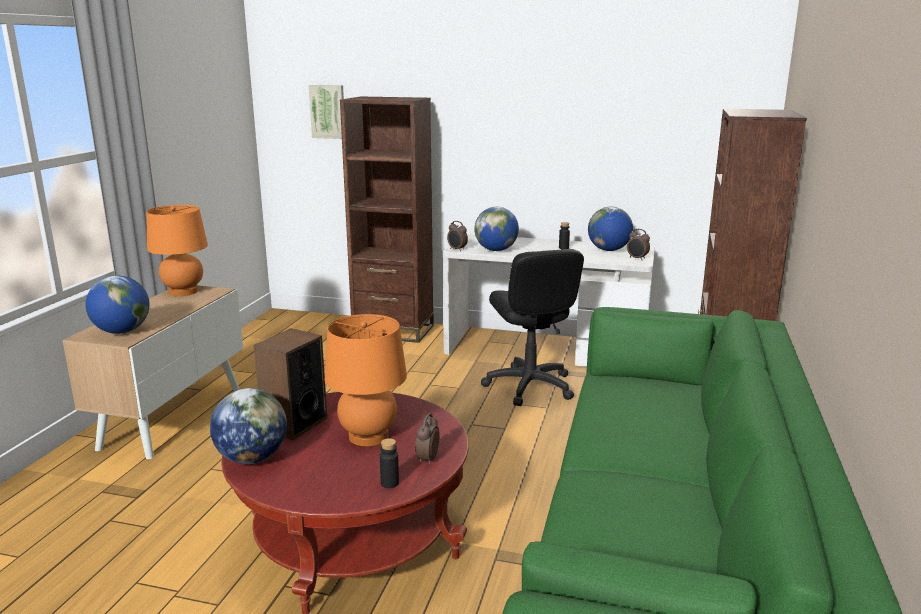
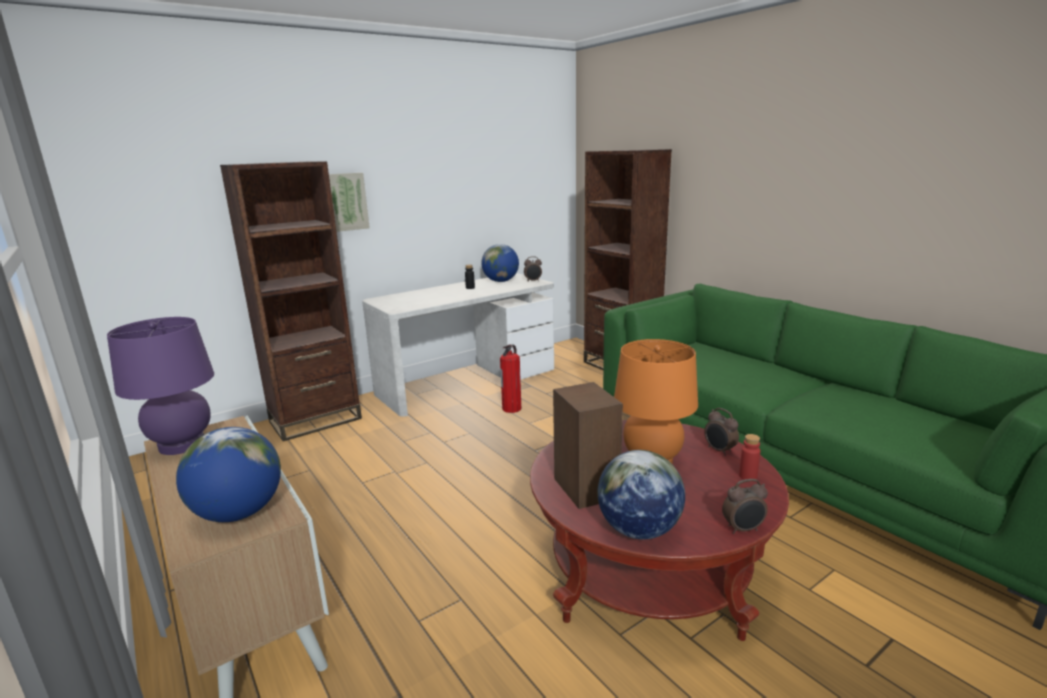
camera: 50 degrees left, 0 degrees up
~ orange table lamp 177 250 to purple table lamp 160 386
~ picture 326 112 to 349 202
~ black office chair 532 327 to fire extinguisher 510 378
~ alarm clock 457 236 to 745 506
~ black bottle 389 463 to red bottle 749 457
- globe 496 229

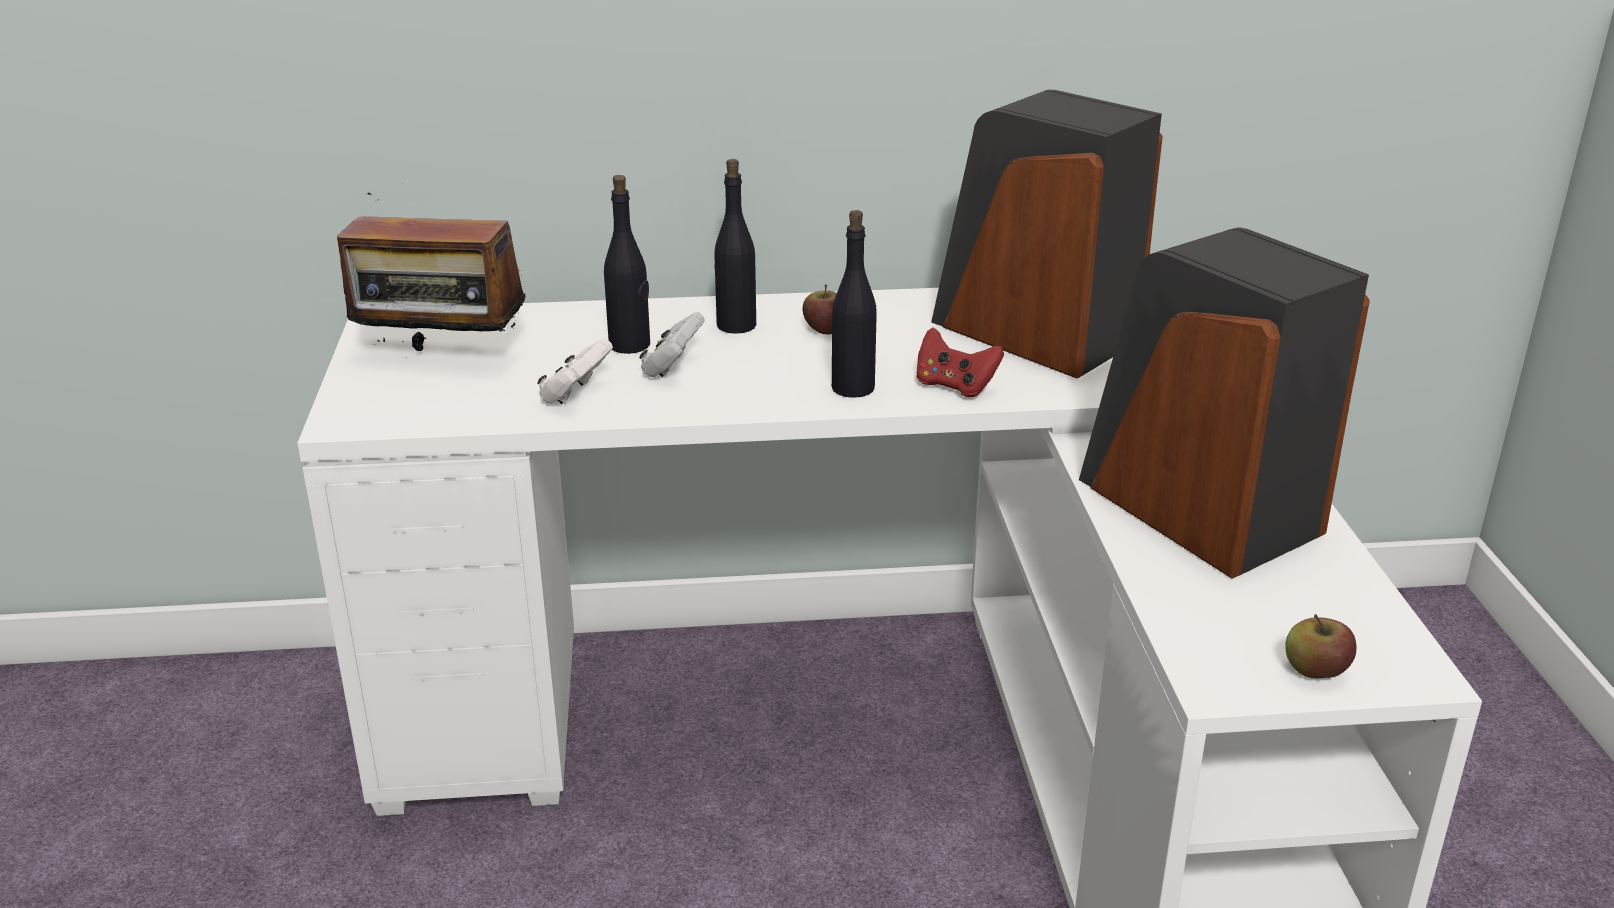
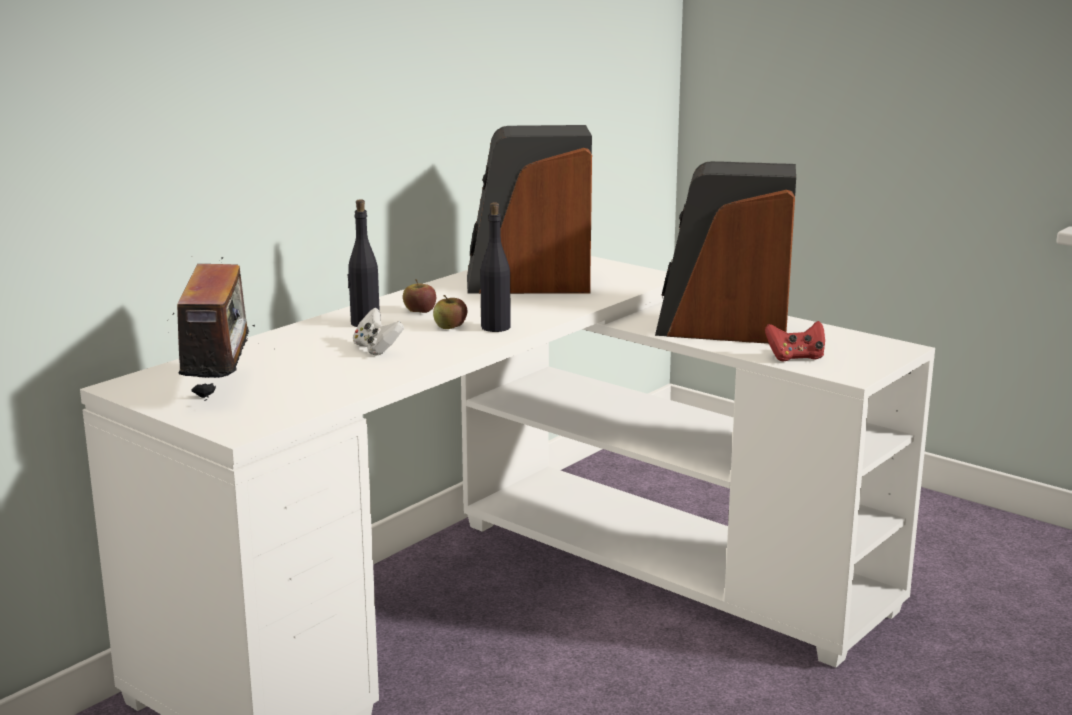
camera: 45 degrees left, 10 degrees down
~ radio 427 272 = 212 328 60 degrees counterclockwise
~ apple 1320 646 to 450 312
~ red game controller 960 362 to 795 341
- white game controller 575 371
- black bottle 627 264

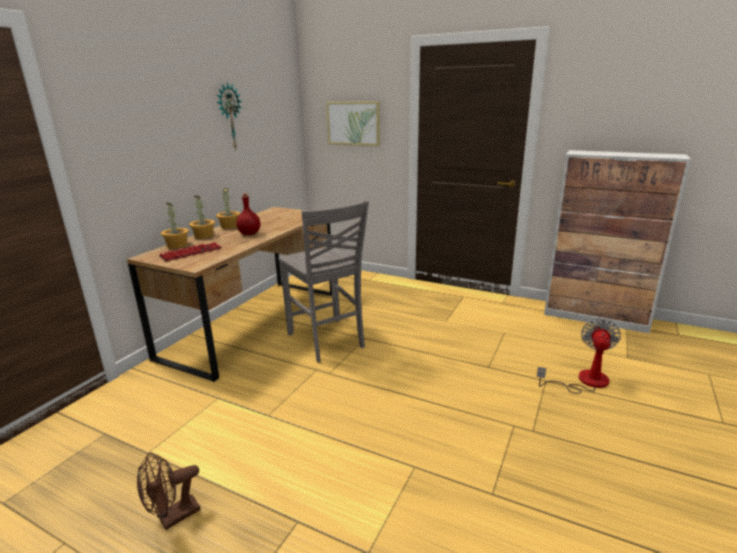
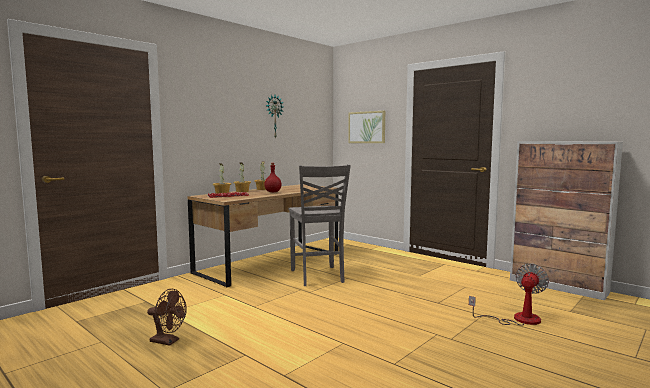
camera: 15 degrees right, 15 degrees down
~ brown fan 169 491 = 167 317 135 degrees counterclockwise

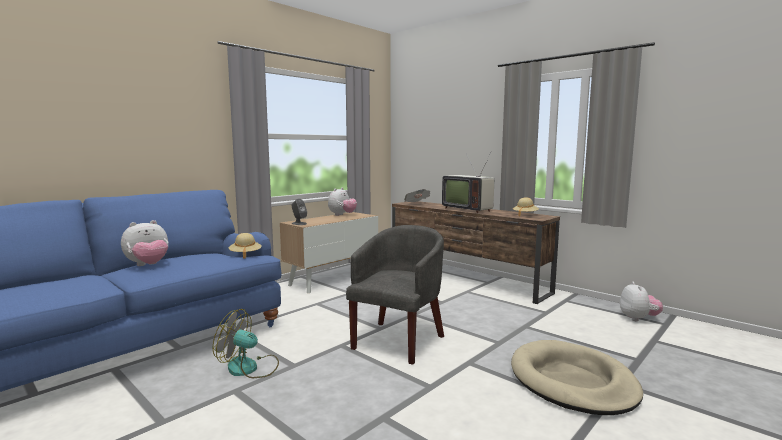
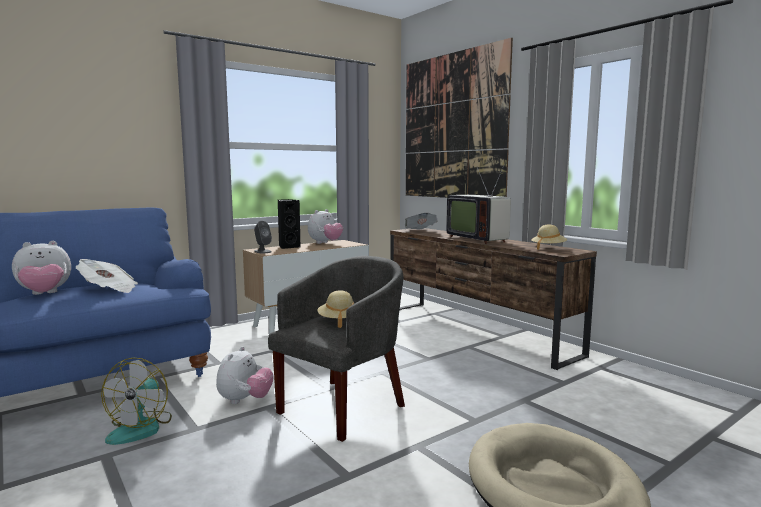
camera: 10 degrees right, 0 degrees up
+ newspaper 107 276
~ fan 246 343 = 136 401 105 degrees counterclockwise
~ plush toy 641 301 to 245 375
+ black speaker 289 224
~ beige hat 245 246 to 336 309
+ picture 459 118

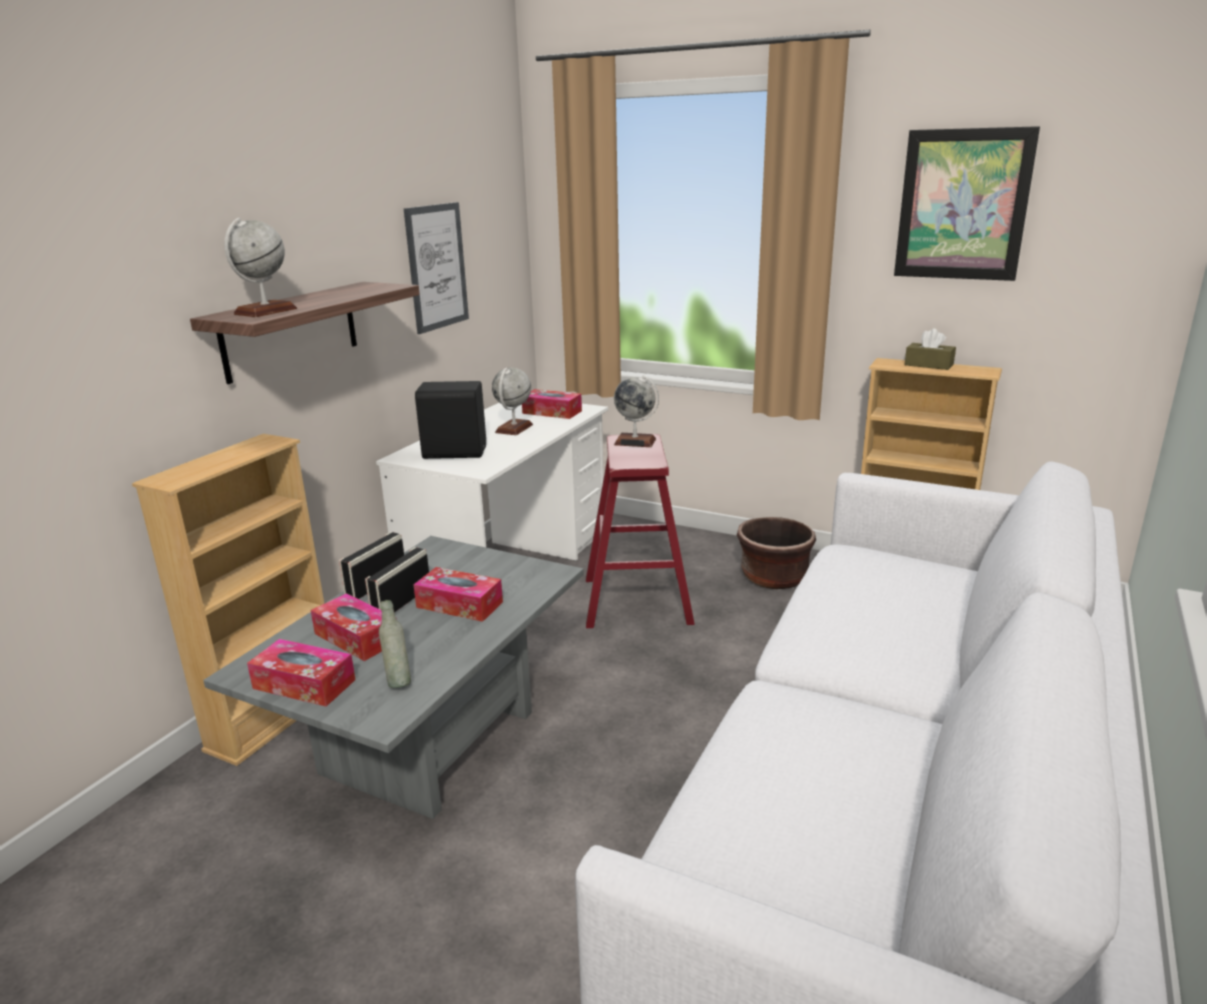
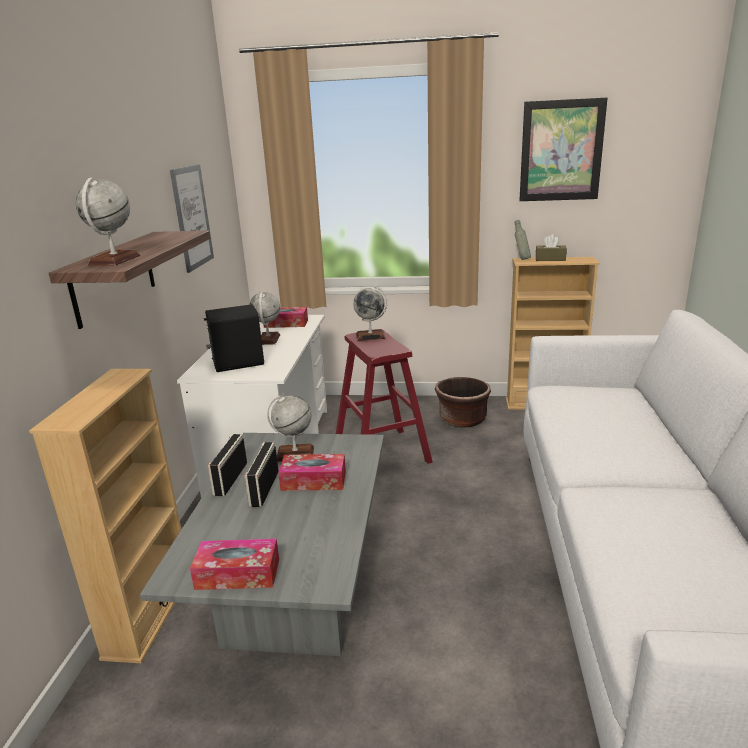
camera: 20 degrees left, 0 degrees up
+ globe 290 428
~ grey bottle 395 644 to 523 240
- tissue box 354 627

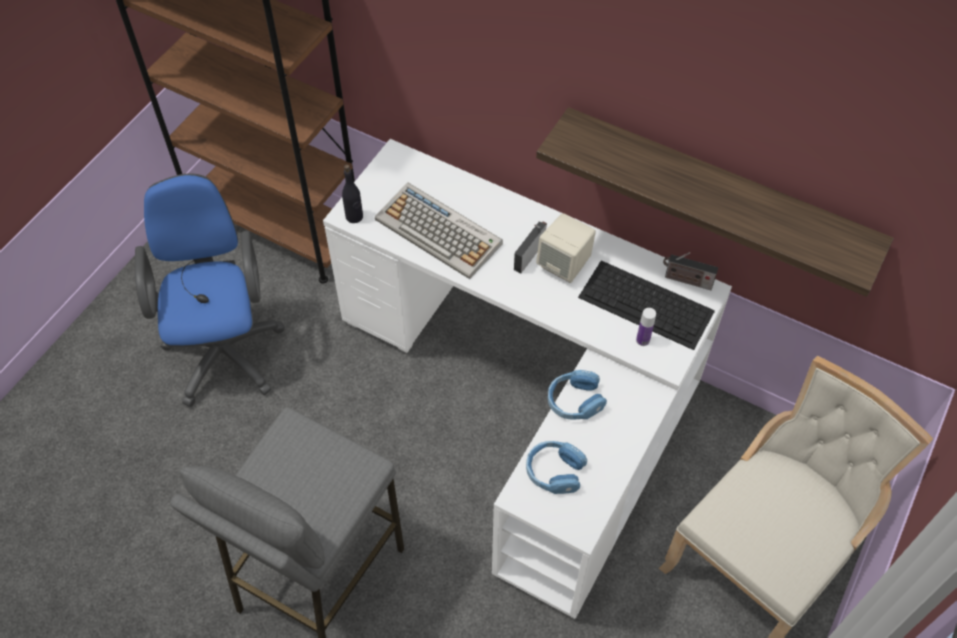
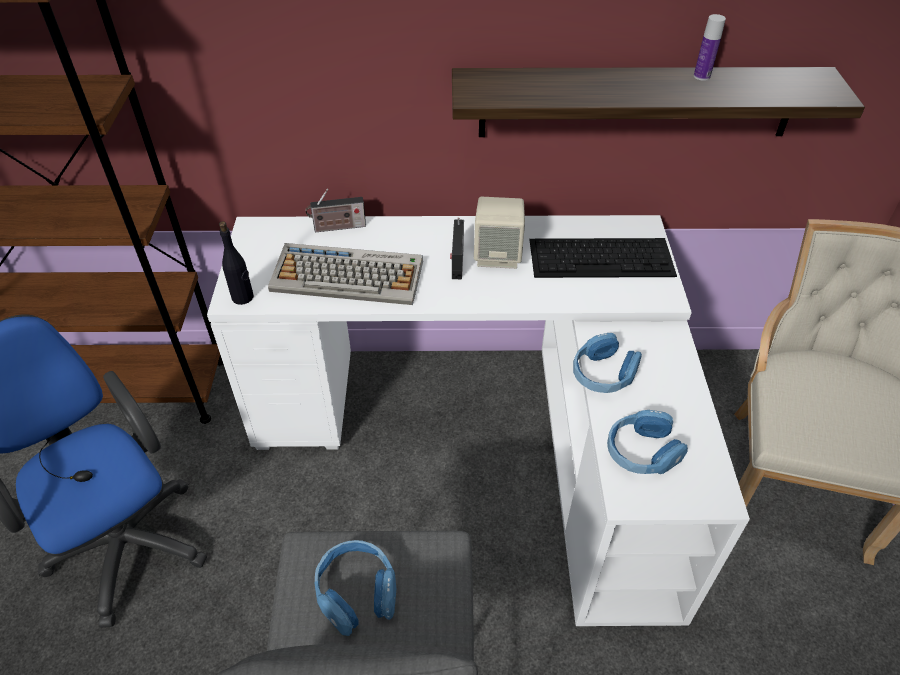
camera: 30 degrees left, 10 degrees down
~ radio 690 271 to 336 210
+ blue headphones 355 588
~ bottle 646 327 to 710 47

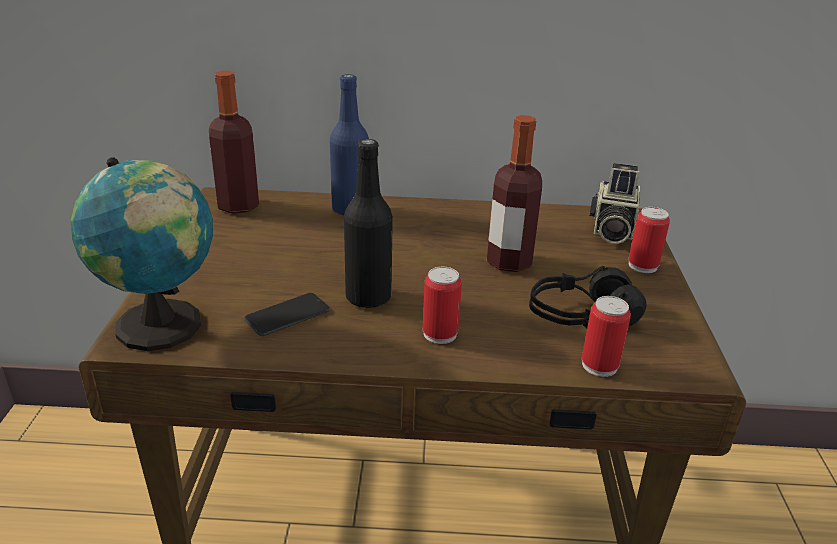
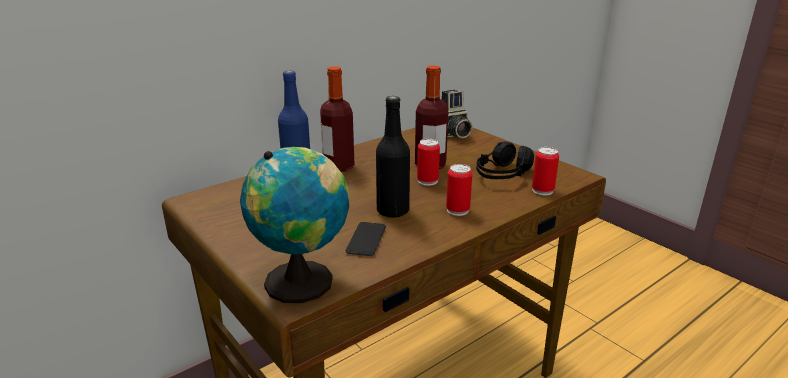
camera: 40 degrees left, 5 degrees down
~ bottle 234 142 to 337 119
~ can 649 240 to 428 162

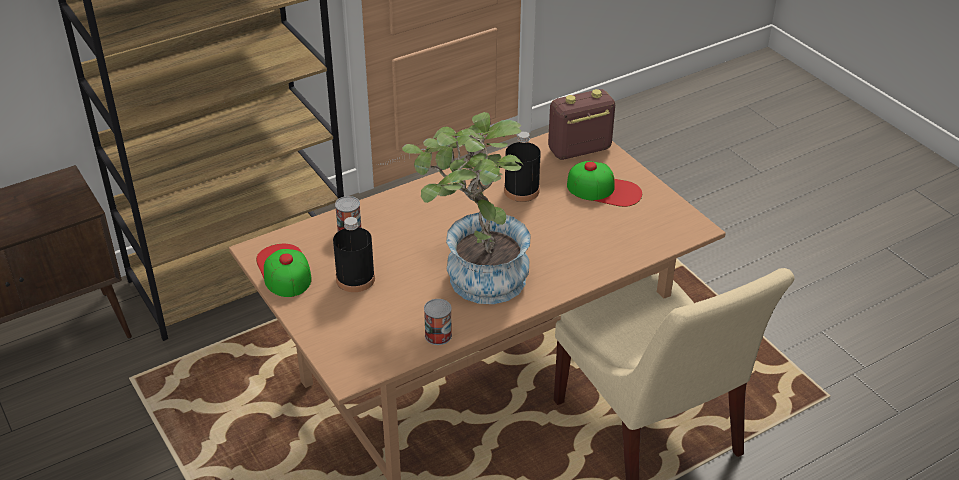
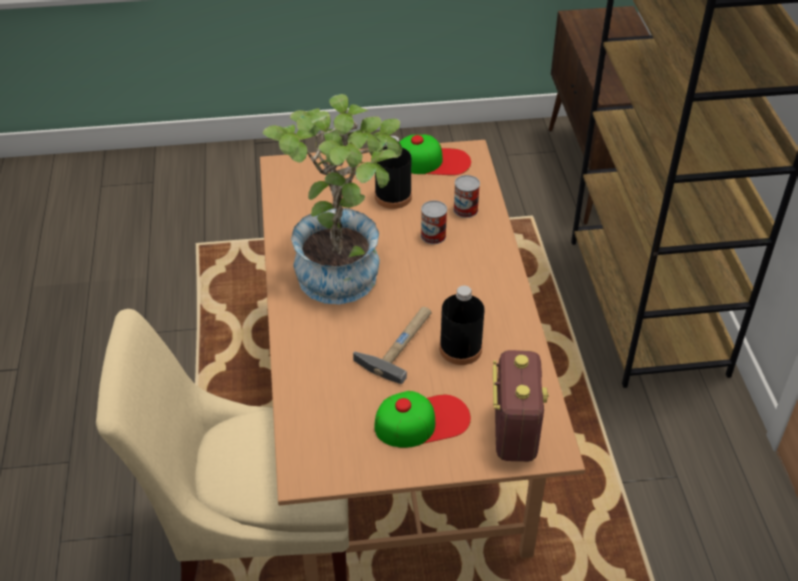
camera: 115 degrees right, 5 degrees up
+ hammer 392 345
~ cap 604 184 = 422 419 150 degrees counterclockwise
~ can 438 322 to 434 222

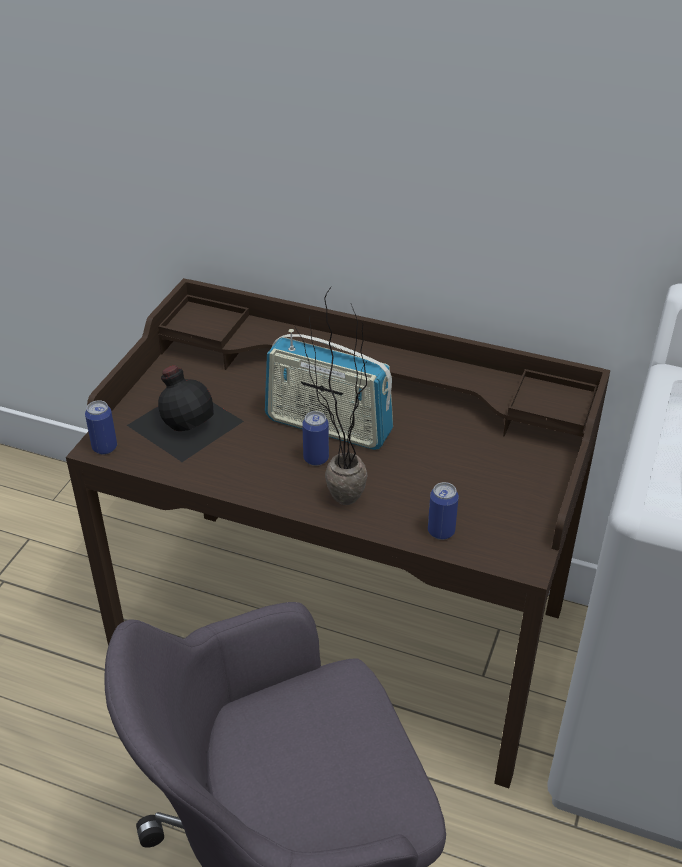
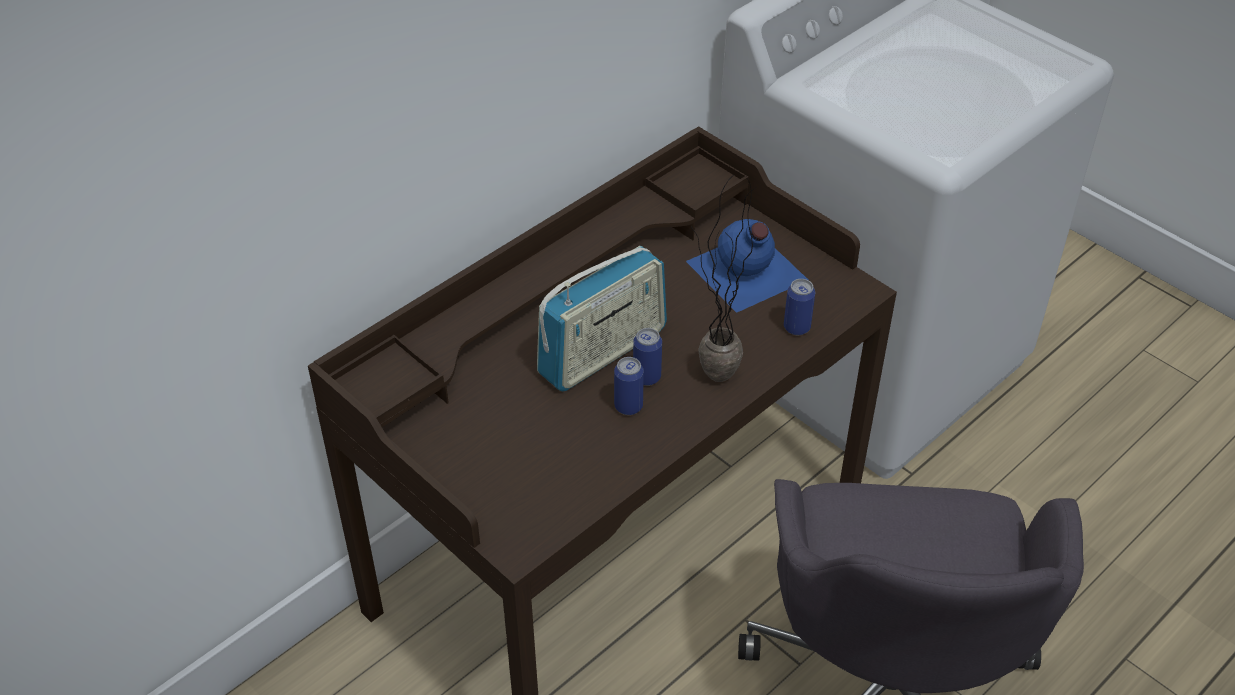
camera: 65 degrees left, 5 degrees up
~ can 101 427 to 629 386
+ blue bottle 747 266
- black bottle 185 413

